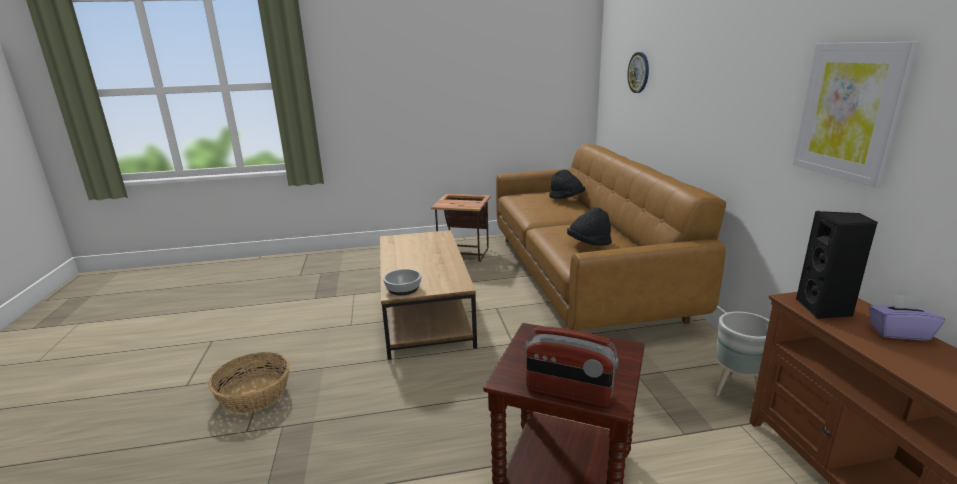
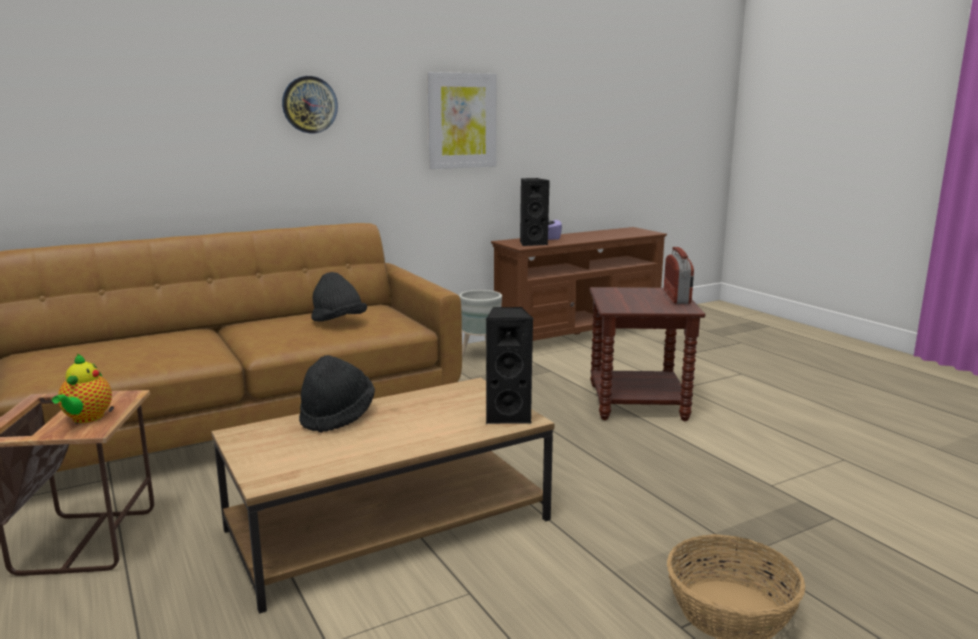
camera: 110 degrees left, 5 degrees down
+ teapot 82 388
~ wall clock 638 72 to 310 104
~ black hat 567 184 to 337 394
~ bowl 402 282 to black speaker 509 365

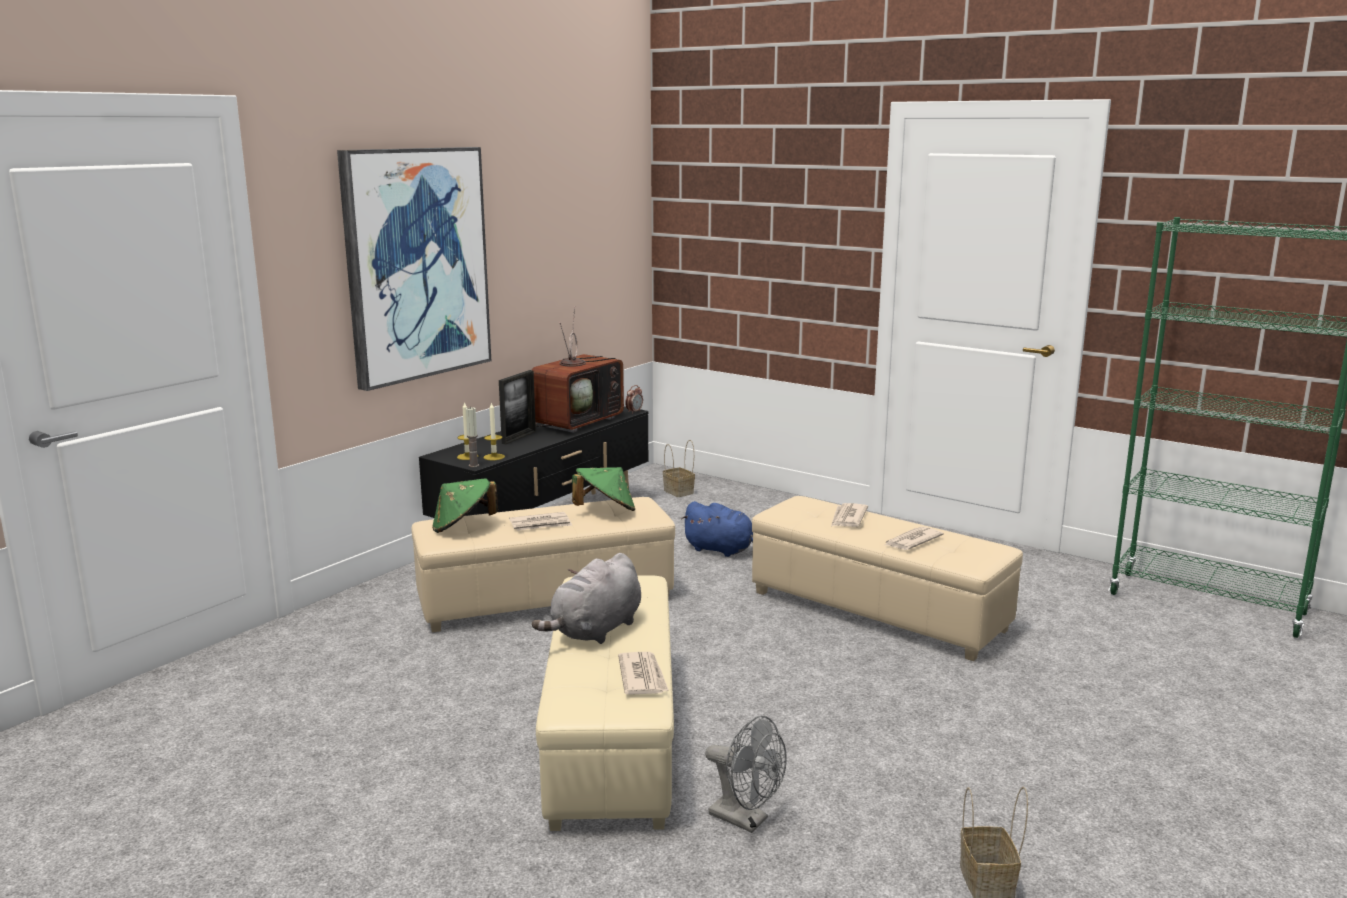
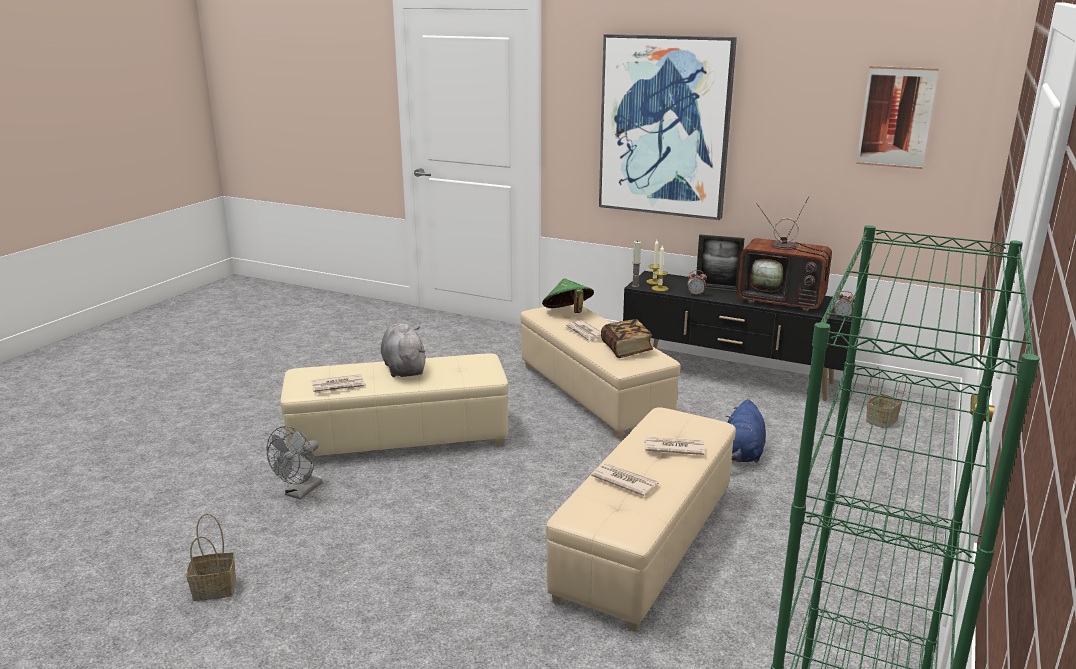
camera: 80 degrees right, 5 degrees up
~ grey plush toy 586 598 = 403 350 45 degrees clockwise
~ green hat 603 489 to book 627 338
+ alarm clock 697 283
+ picture 897 117

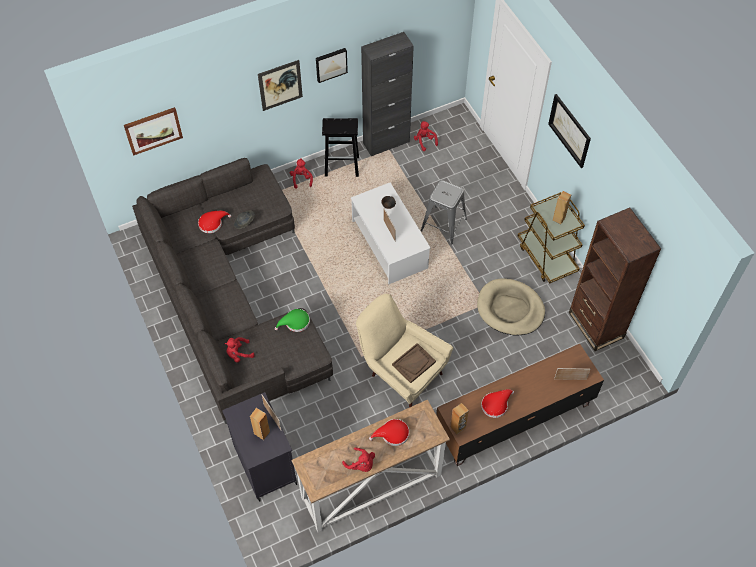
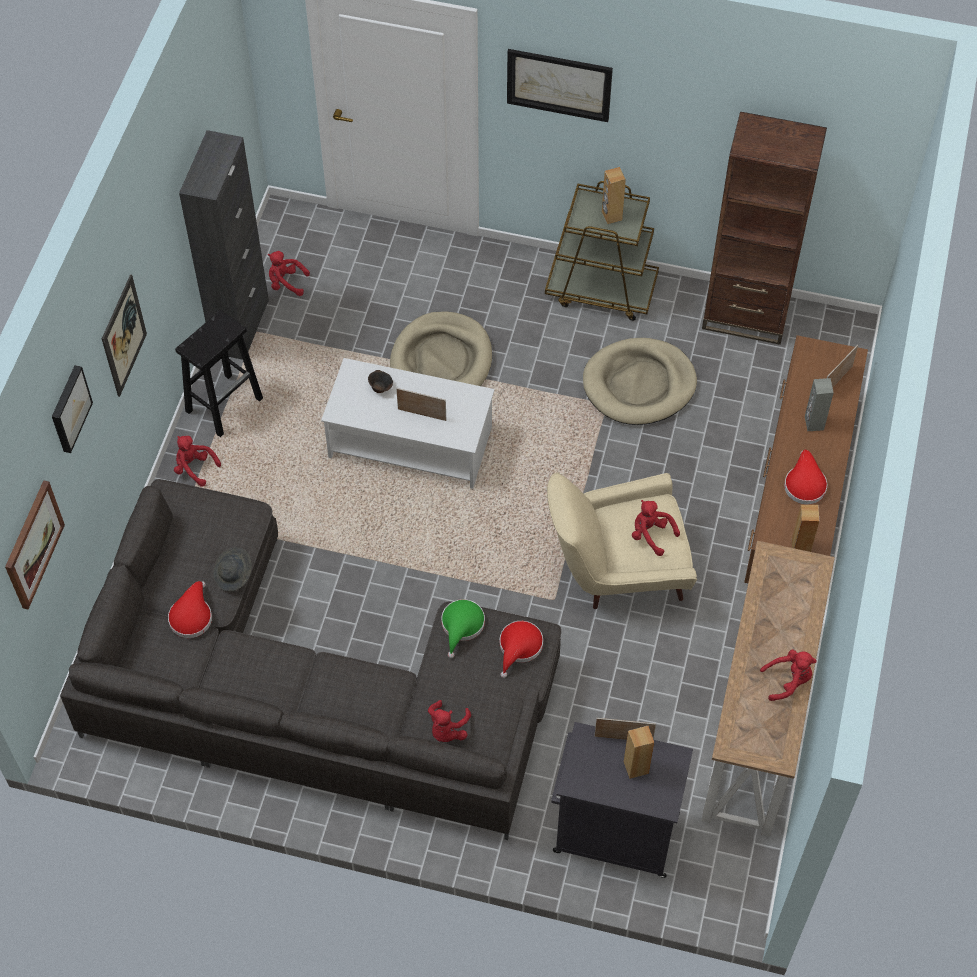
camera: 50 degrees left, 0 degrees up
~ picture 332 65 to 72 409
~ grey stool 444 212 to beige dog bed 441 348
~ red hat 389 432 to 521 649
~ brown tray 414 363 to red plush toy 656 528
+ grey speaker 819 404

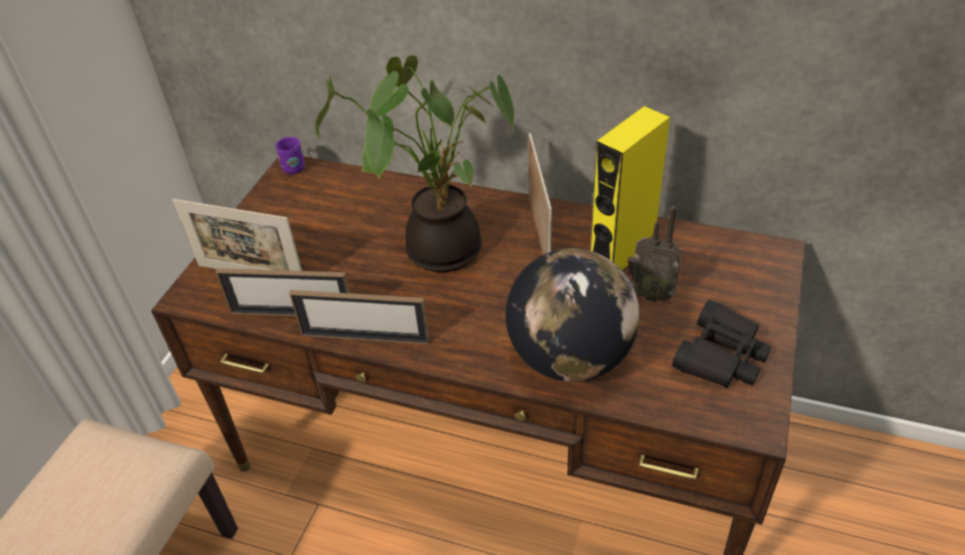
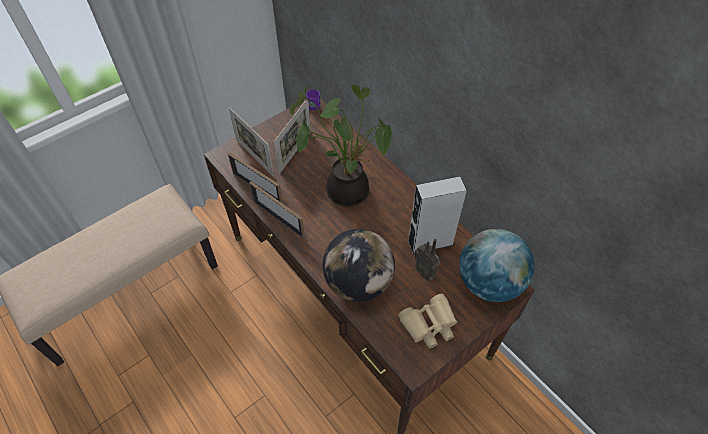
camera: 30 degrees right, 10 degrees up
~ picture frame 540 194 to 292 136
~ black binoculars 721 344 to beige binoculars 427 321
~ yellow speaker 630 188 to grey speaker 437 215
+ globe 496 265

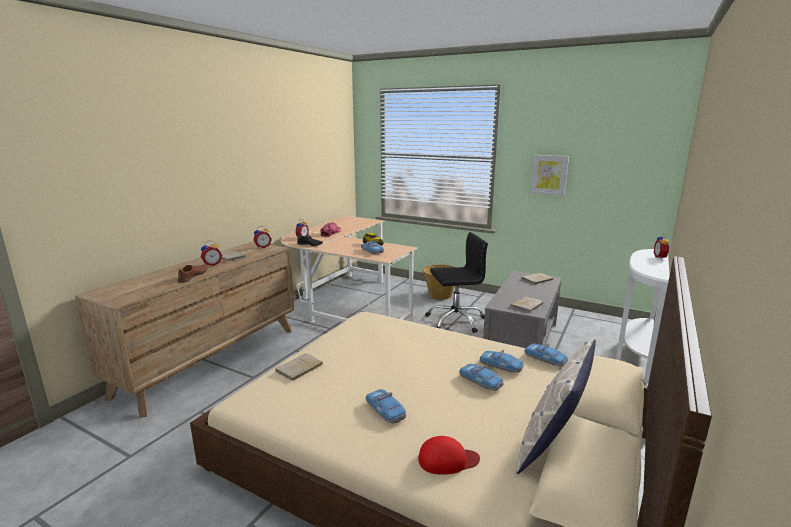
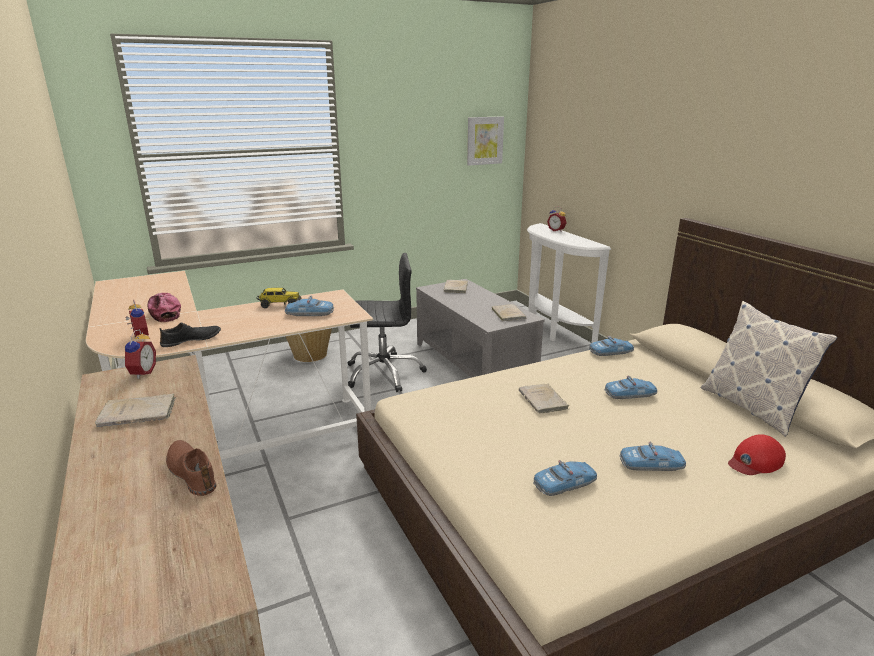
camera: 55 degrees left, 5 degrees up
~ black office chair 456 282 = 387 322 60 degrees clockwise
~ picture 549 175 to 485 140
~ beige book 299 367 to 544 398
~ toy car 501 361 to 565 478
~ red cap 449 455 = 757 454 150 degrees counterclockwise
- alarm clock 211 253

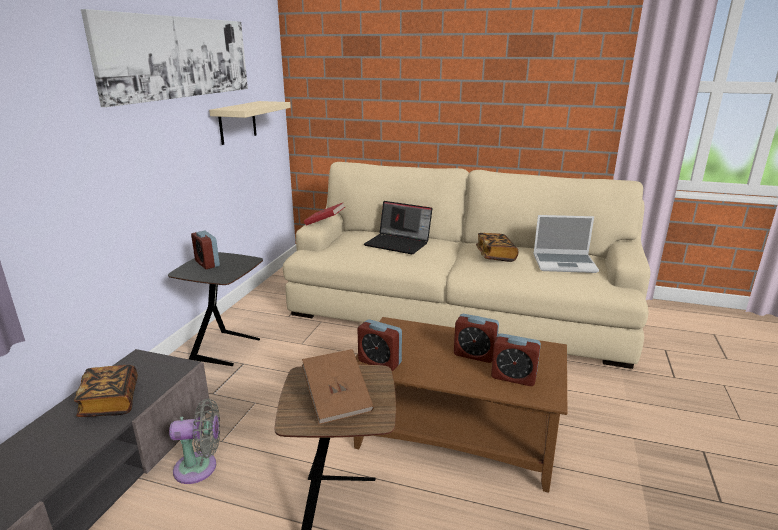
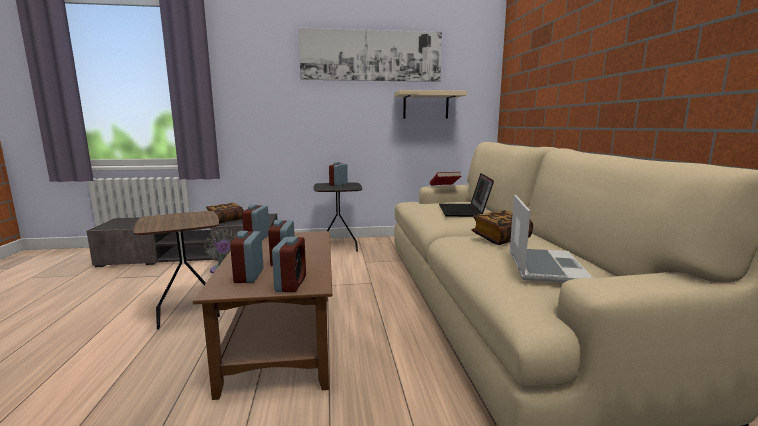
camera: 65 degrees right, 10 degrees down
+ alarm clock 289 264
~ laptop 566 244 = 551 239 150 degrees counterclockwise
- brown book 338 387

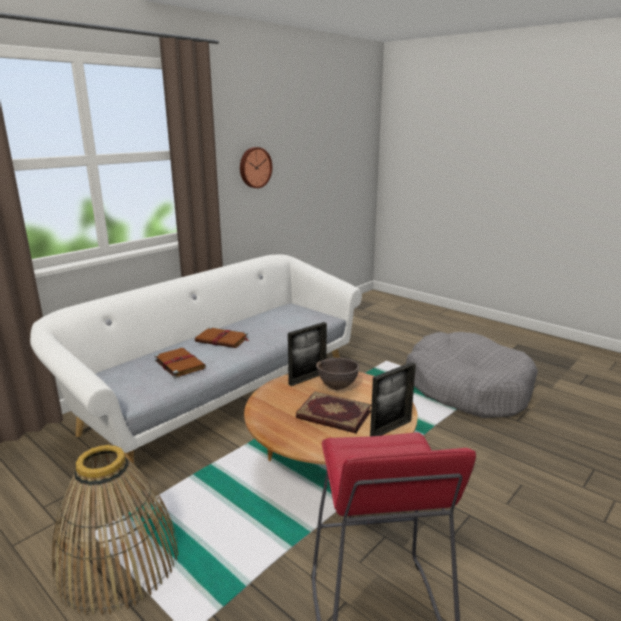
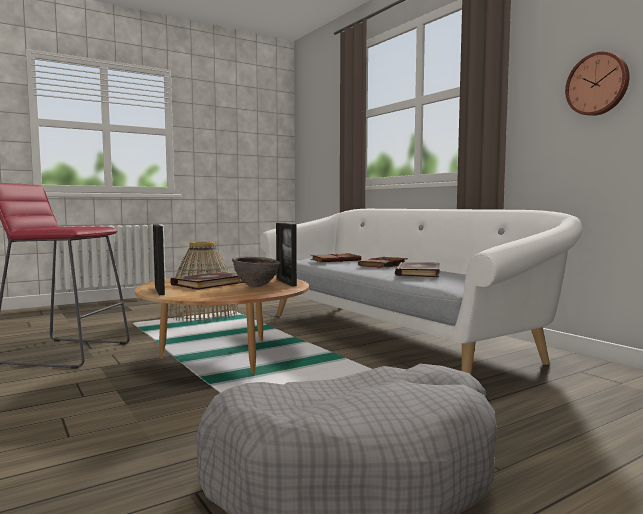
camera: 105 degrees right, 15 degrees down
+ book 417 269

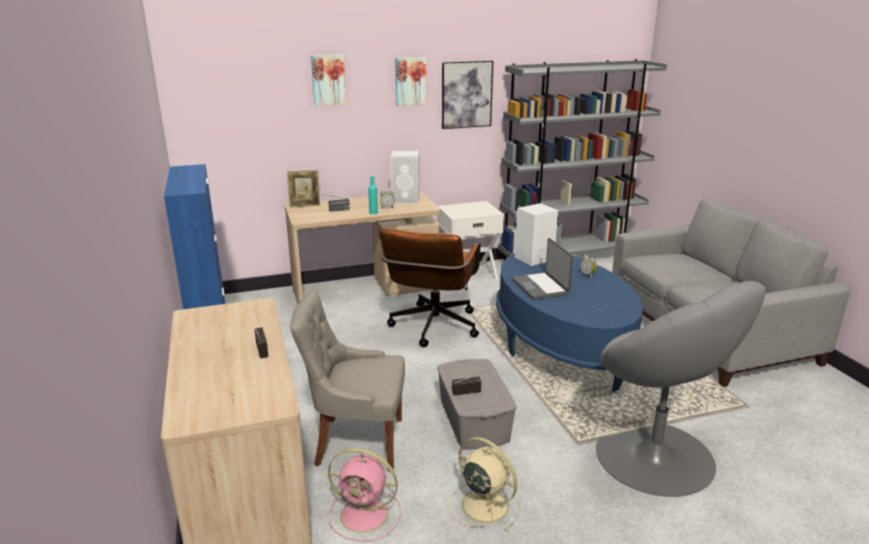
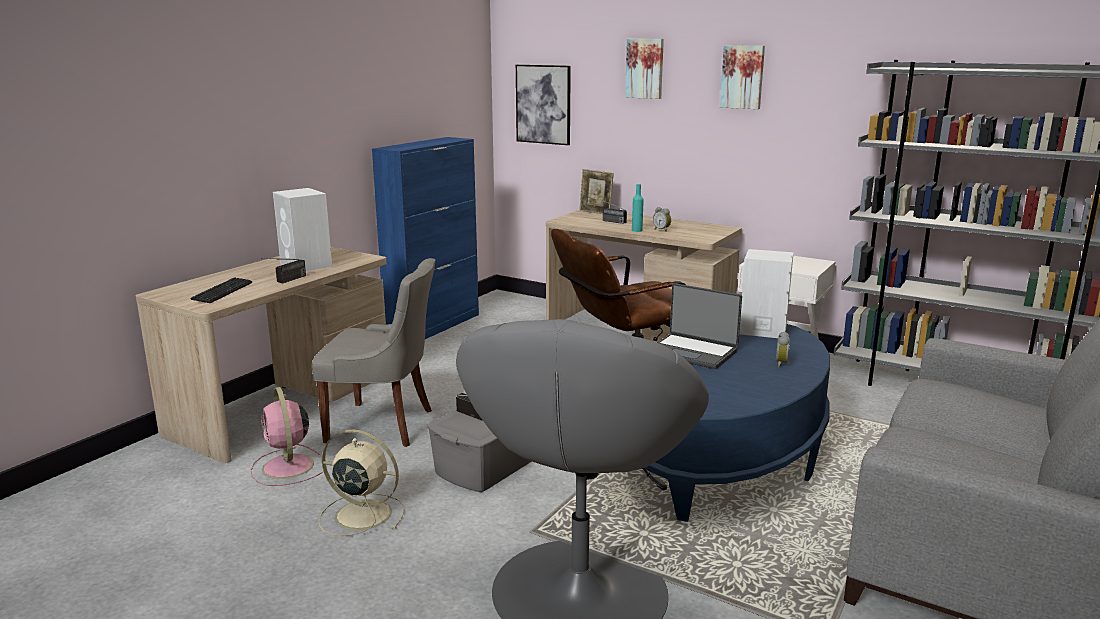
camera: 50 degrees right, 5 degrees down
+ keyboard 221 290
~ white speaker 405 177 to 302 229
~ grey chair 347 381 = 374 352 135 degrees clockwise
~ beige fan 484 484 = 362 482 75 degrees counterclockwise
~ picture 467 95 to 543 105
~ laptop 543 269 = 699 326 90 degrees counterclockwise

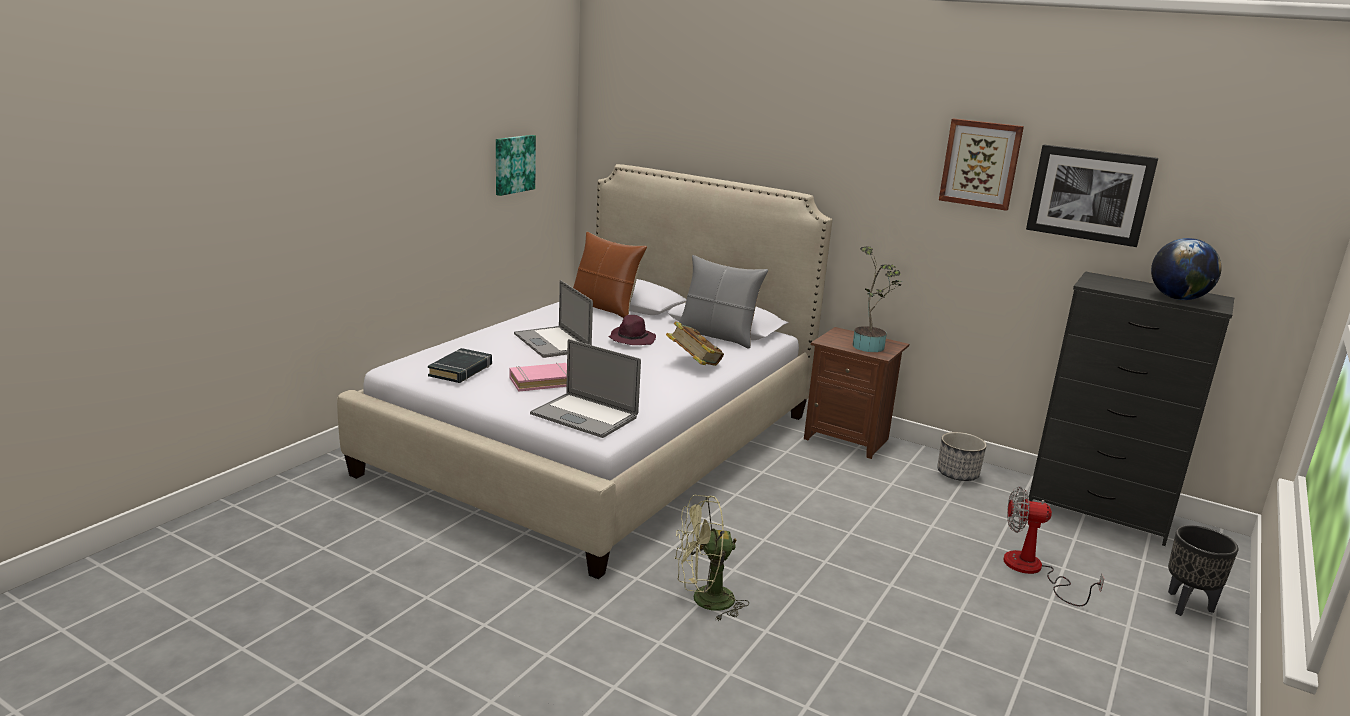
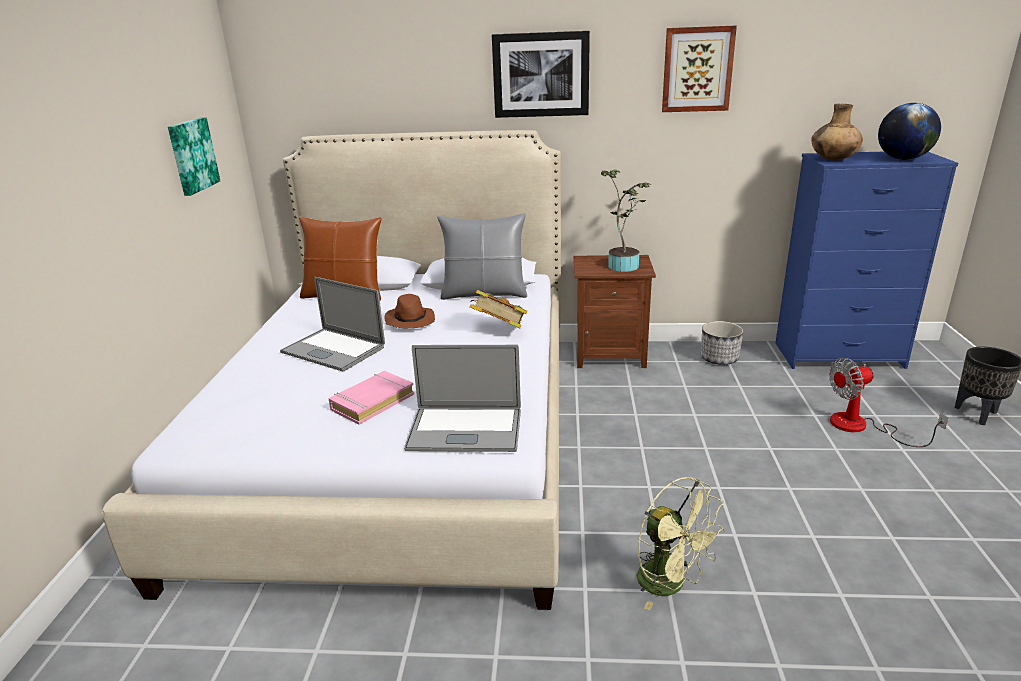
camera: 25 degrees left, 5 degrees up
~ purple hat 632 330 to brown hat 409 311
~ picture 1092 196 to 541 74
~ green fan 712 558 = 680 543 90 degrees counterclockwise
~ black dresser 1131 408 to blue dresser 866 260
+ brown vase 837 132
- black book 460 365

